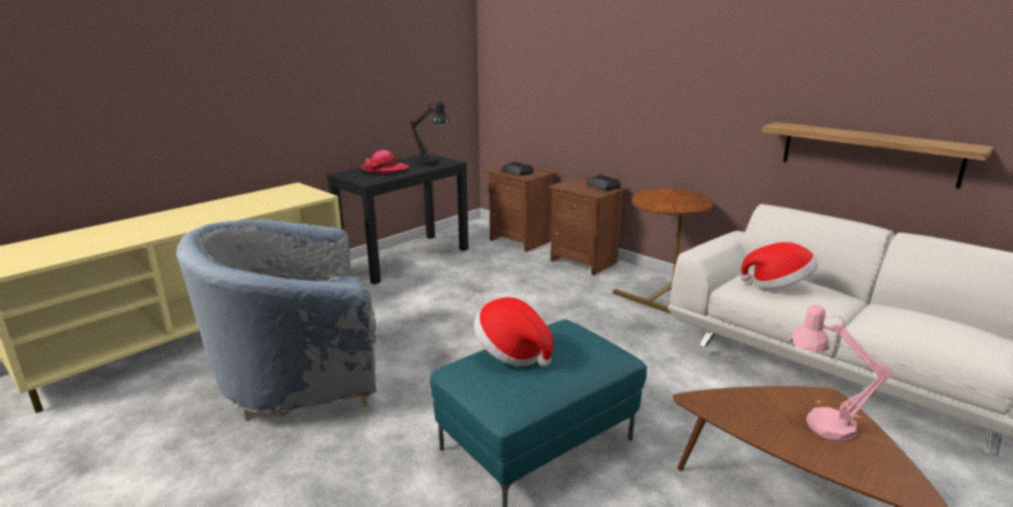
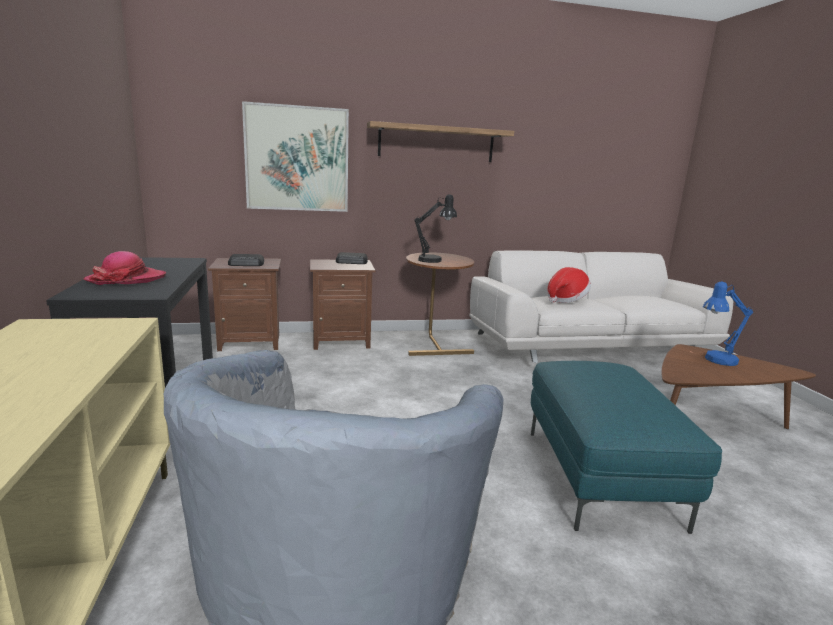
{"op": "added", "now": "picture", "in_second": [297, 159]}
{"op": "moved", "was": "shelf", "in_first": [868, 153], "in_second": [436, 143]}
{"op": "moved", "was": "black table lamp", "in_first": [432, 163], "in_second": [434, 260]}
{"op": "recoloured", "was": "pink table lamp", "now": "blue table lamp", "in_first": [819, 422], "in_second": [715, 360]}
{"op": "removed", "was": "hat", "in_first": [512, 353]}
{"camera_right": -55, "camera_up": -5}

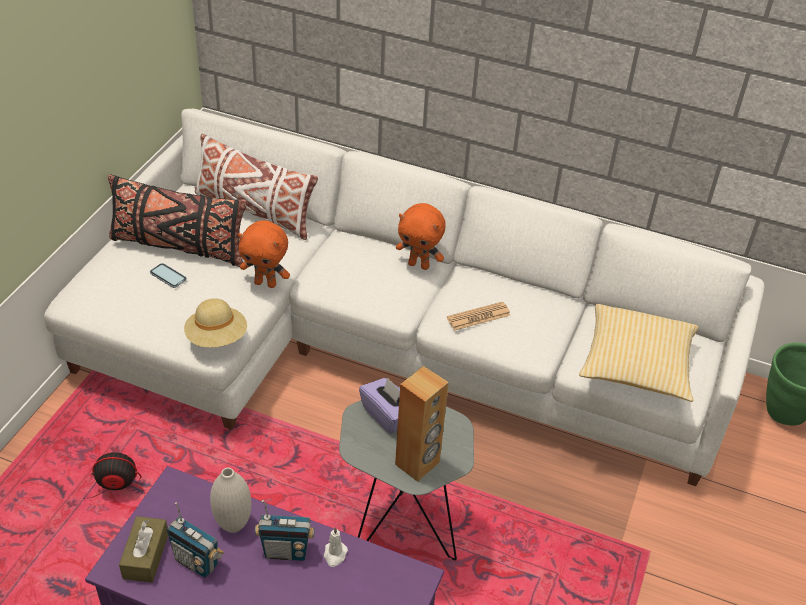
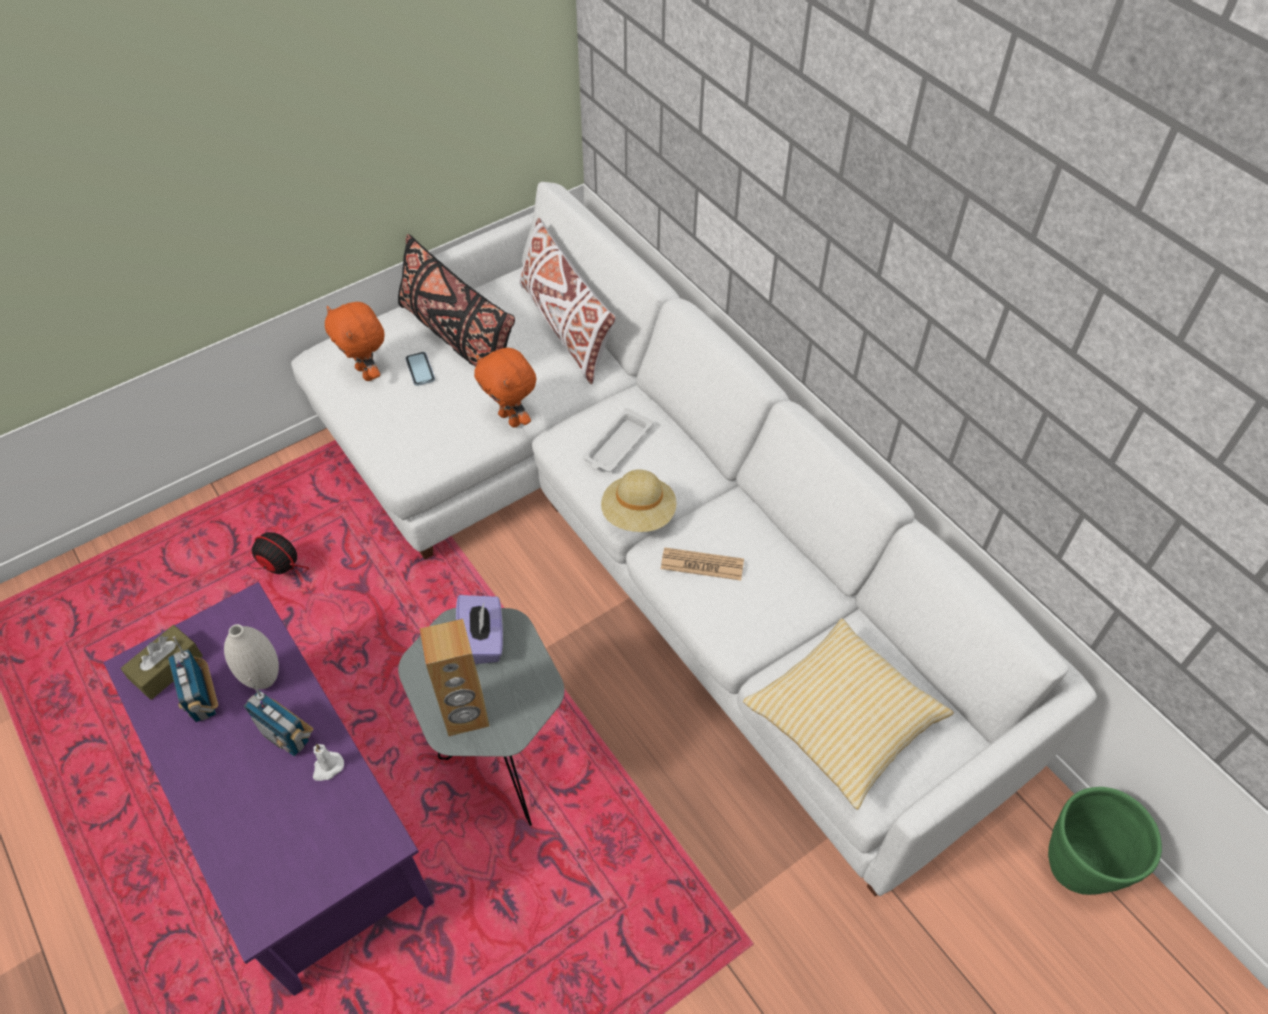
{"op": "moved", "was": "orange plush toy", "in_first": [419, 265], "in_second": [367, 373]}
{"op": "added", "now": "white tray", "in_second": [617, 445]}
{"op": "moved", "was": "beige hat", "in_first": [217, 338], "in_second": [639, 514]}
{"camera_right": 35, "camera_up": 10}

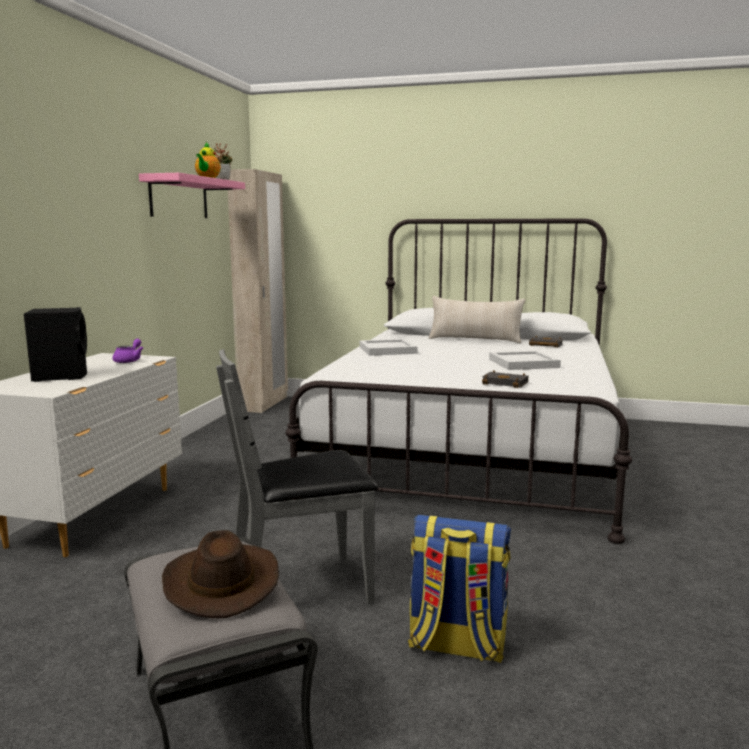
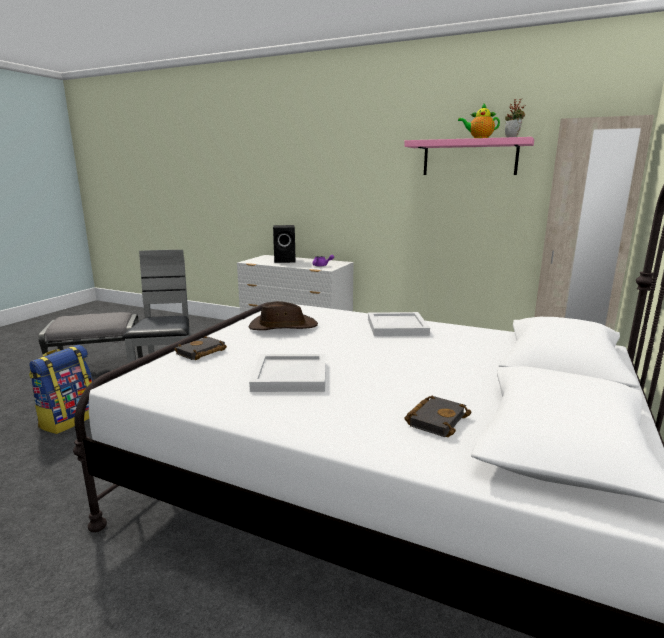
{"op": "moved", "was": "brown hat", "in_first": [221, 582], "in_second": [282, 326]}
{"op": "removed", "was": "beige pillow", "in_first": [475, 340]}
{"camera_right": 100, "camera_up": 5}

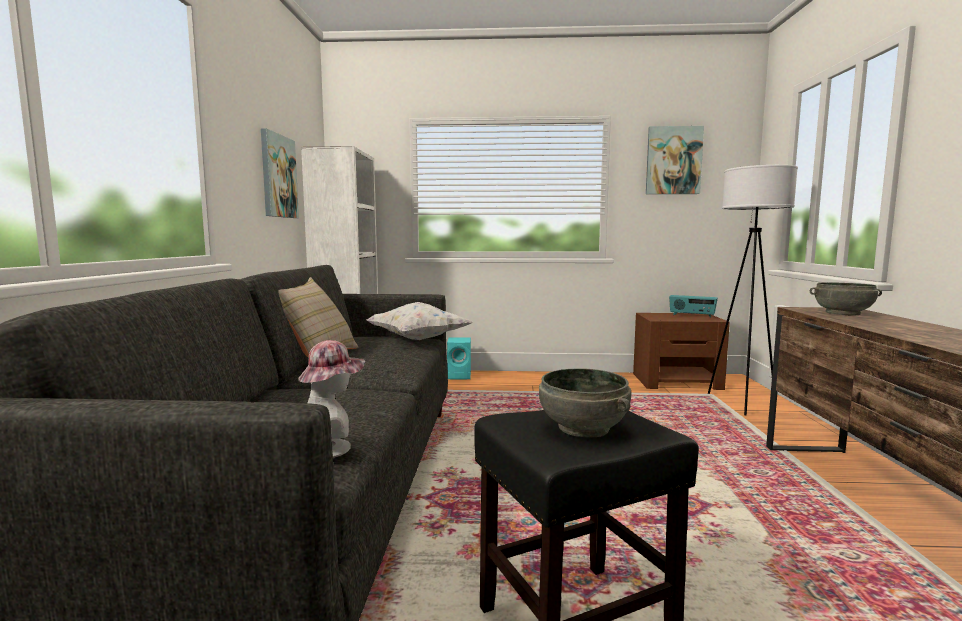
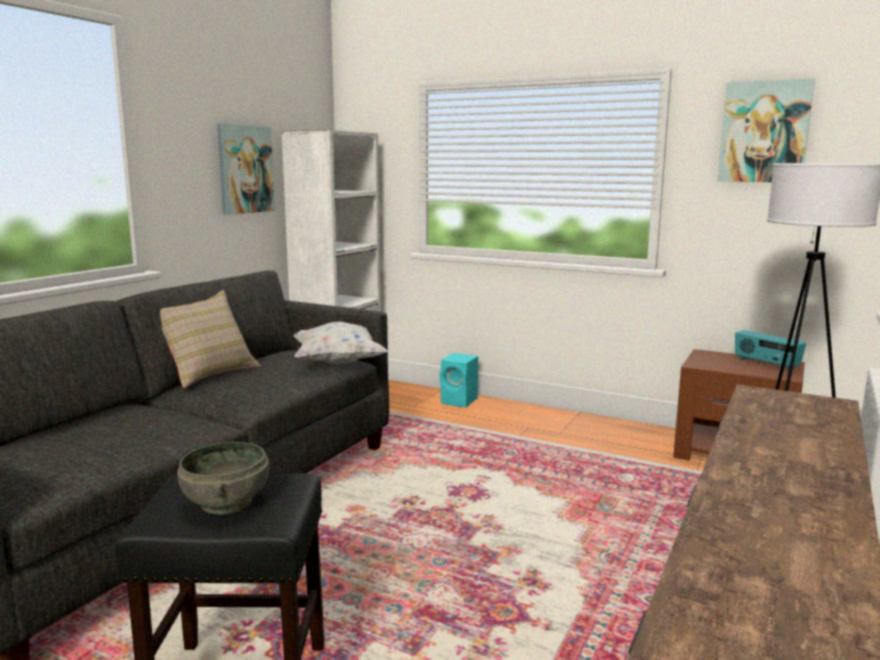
{"op": "removed", "was": "hat", "in_first": [333, 447]}
{"op": "removed", "was": "grey bowl", "in_first": [843, 313]}
{"camera_right": 25, "camera_up": 5}

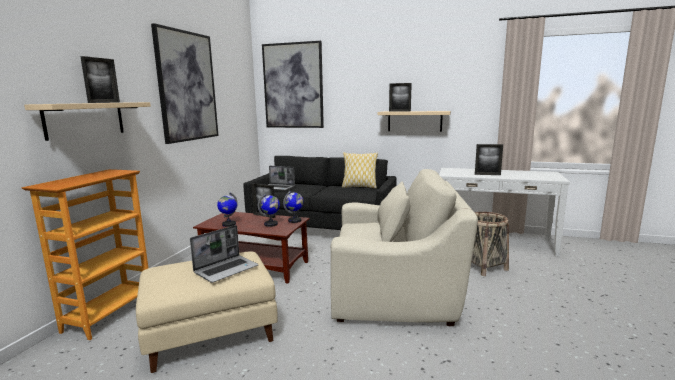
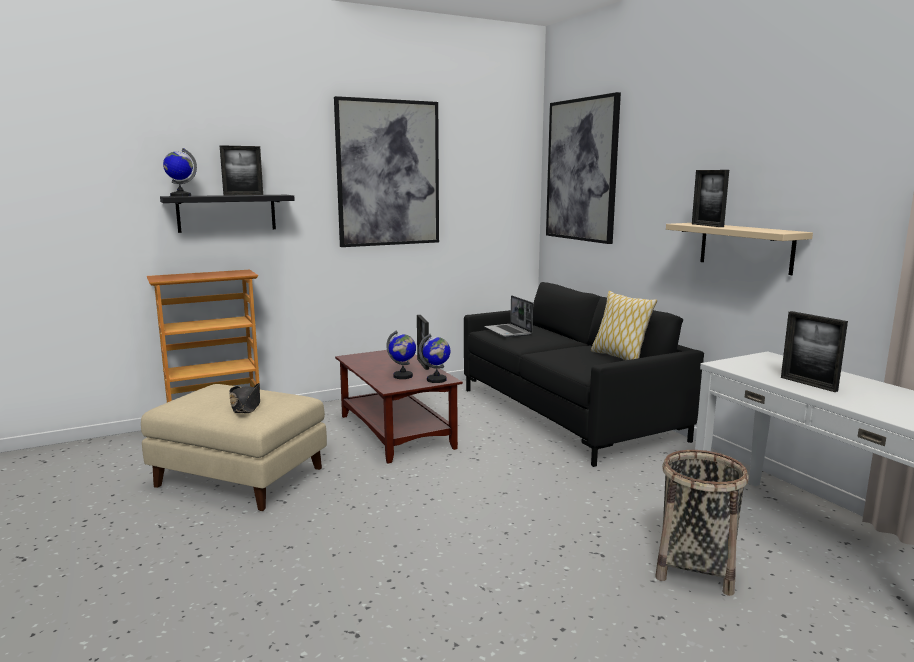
{"op": "recoloured", "was": "beige shelf", "now": "black shelf", "in_first": [85, 119], "in_second": [227, 213]}
{"op": "moved", "was": "globe", "in_first": [228, 224], "in_second": [180, 196]}
{"op": "replaced", "was": "laptop", "now": "black hat", "in_first": [226, 269], "in_second": [246, 406]}
{"op": "removed", "was": "beige armchair", "in_first": [396, 290]}
{"camera_right": 45, "camera_up": 0}

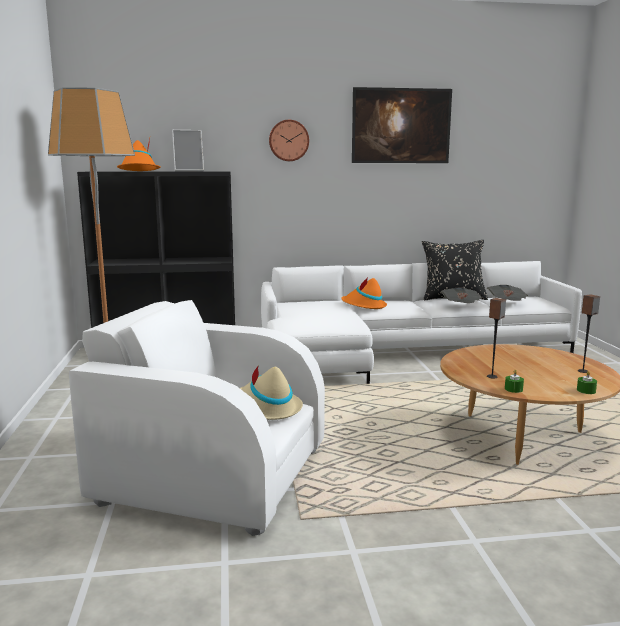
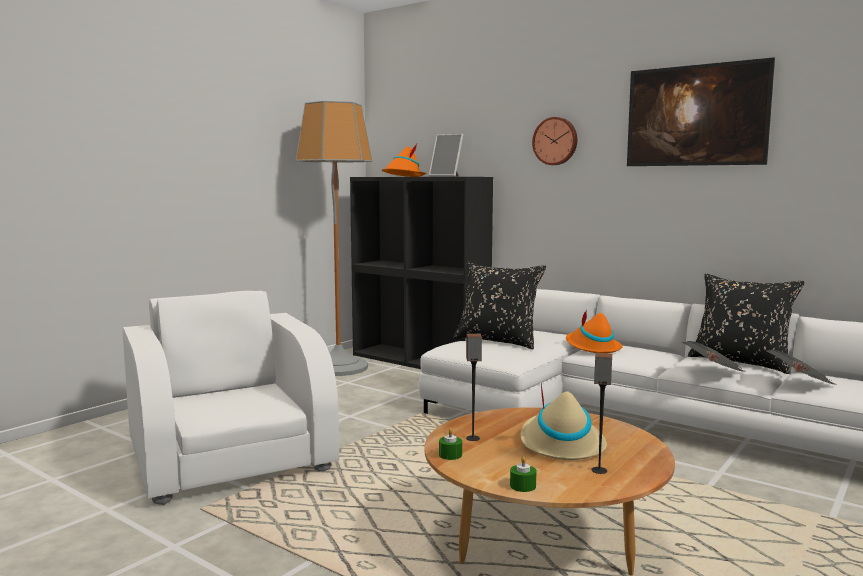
{"op": "added", "now": "black pillow", "in_second": [498, 341]}
{"op": "moved", "was": "beige hat", "in_first": [266, 408], "in_second": [561, 444]}
{"camera_right": 45, "camera_up": -5}

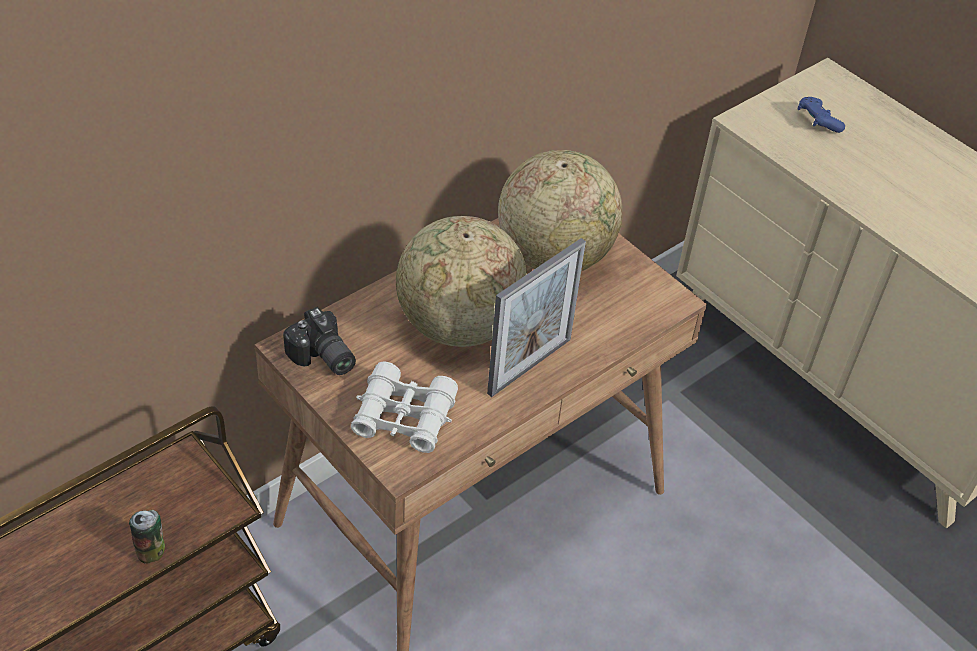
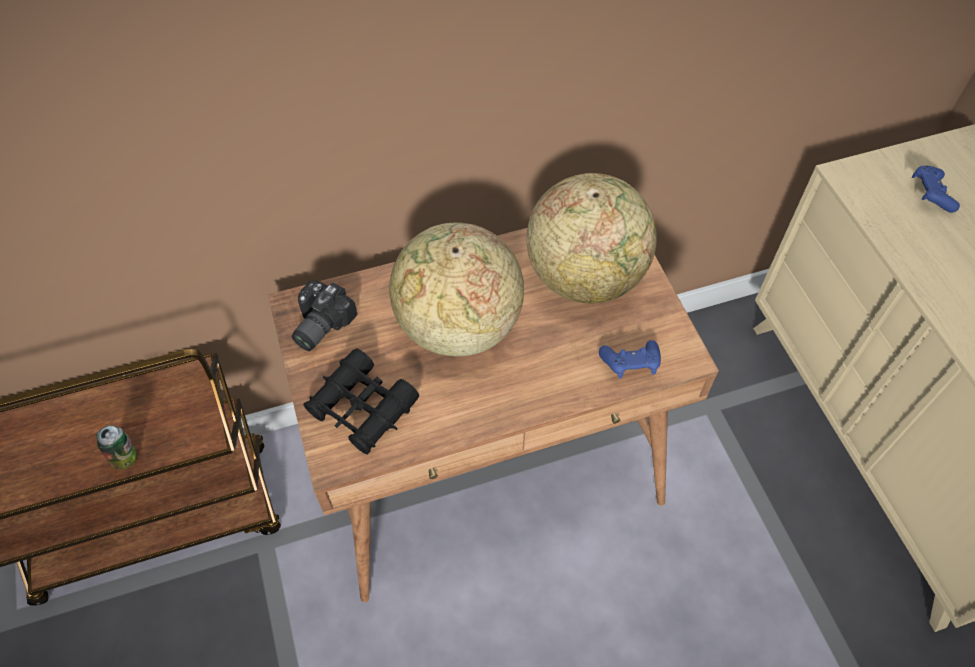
{"op": "turned", "was": "photo camera", "in_first": [321, 358], "in_second": [318, 325], "clockwise": 45}
{"op": "recoloured", "was": "white binoculars", "now": "black binoculars", "in_first": [404, 417], "in_second": [362, 408]}
{"op": "added", "now": "blue game controller", "in_second": [630, 365]}
{"op": "removed", "was": "picture frame", "in_first": [529, 366]}
{"camera_right": 25, "camera_up": 10}

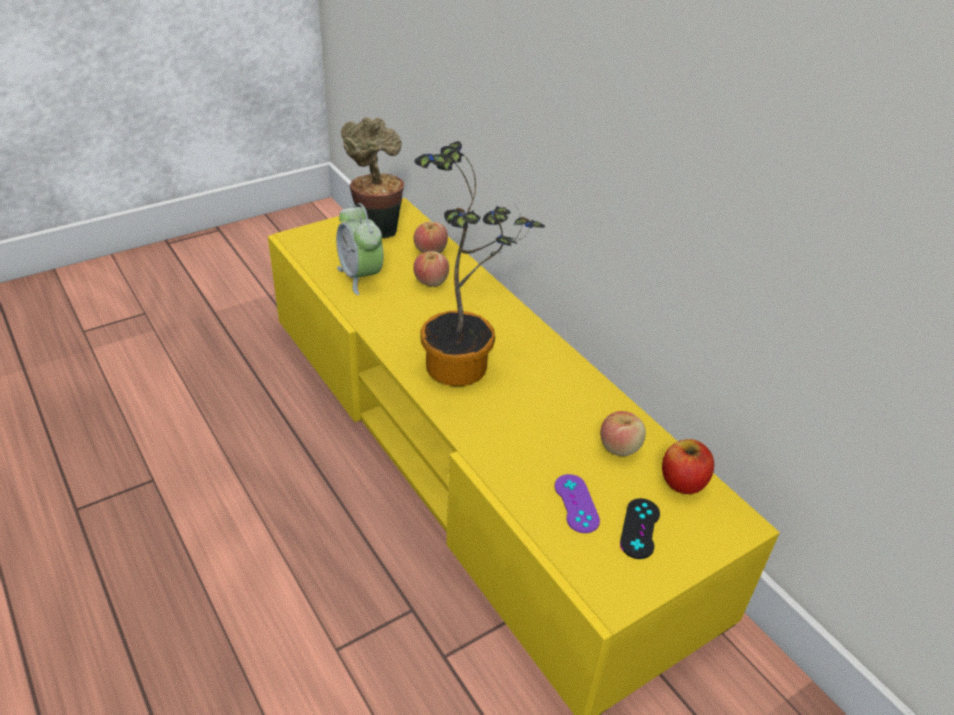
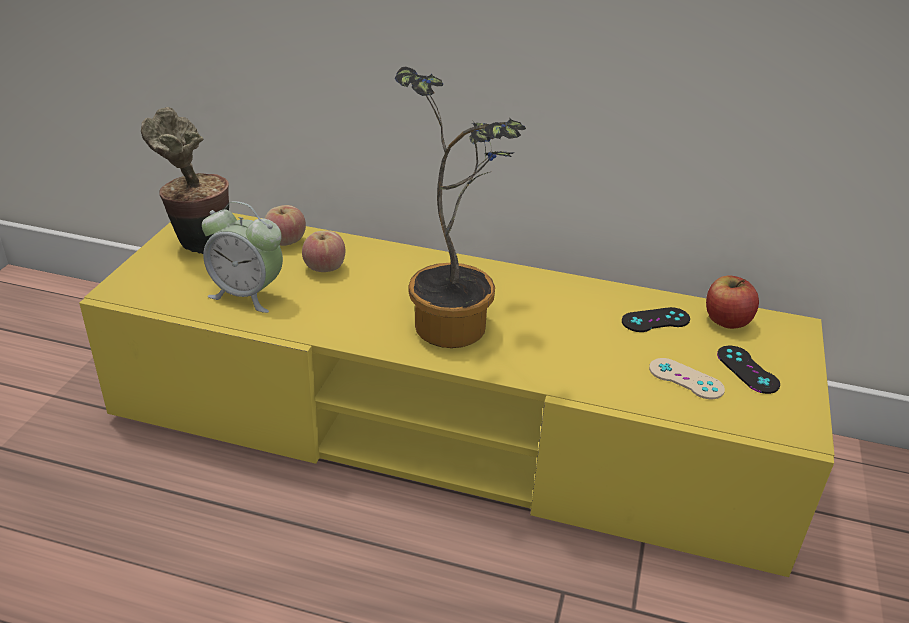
{"op": "replaced", "was": "apple", "now": "black game controller", "in_first": [619, 447], "in_second": [655, 320]}
{"op": "recoloured", "was": "purple game controller", "now": "beige game controller", "in_first": [576, 503], "in_second": [686, 379]}
{"camera_right": -40, "camera_up": -5}

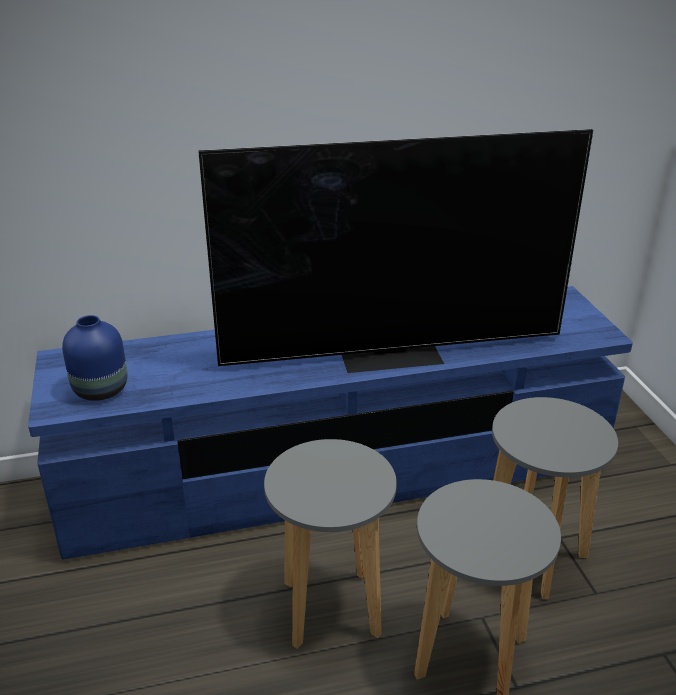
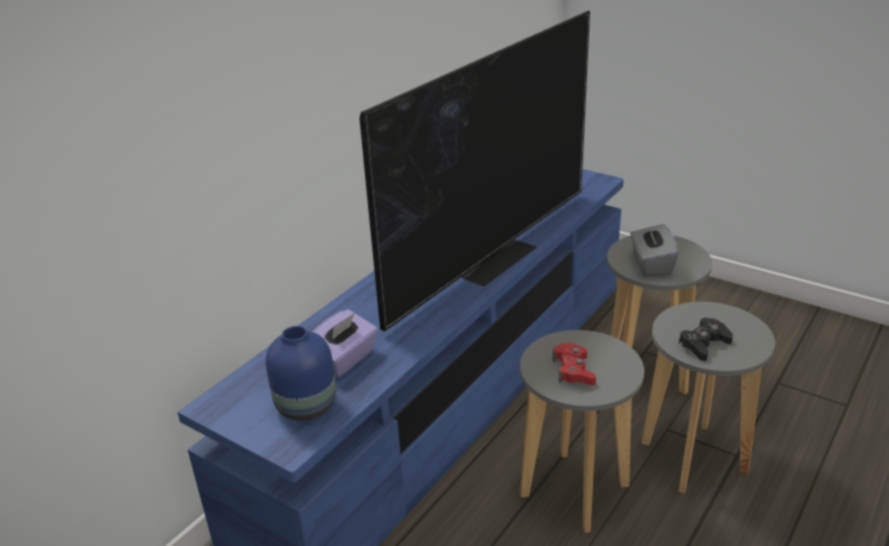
{"op": "added", "now": "purple tissue box", "in_second": [344, 360]}
{"op": "added", "now": "red game controller", "in_second": [573, 371]}
{"op": "added", "now": "grey tissue box", "in_second": [651, 264]}
{"op": "added", "now": "black game controller", "in_second": [704, 344]}
{"camera_right": -40, "camera_up": 0}

